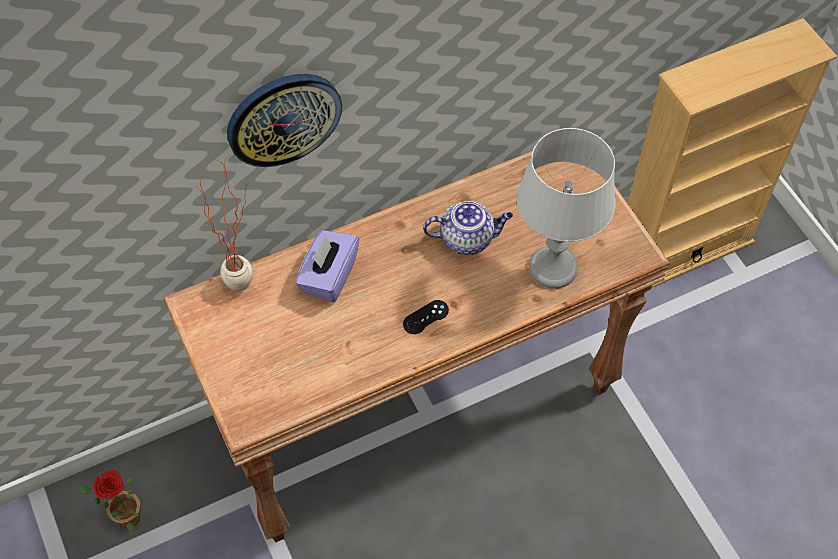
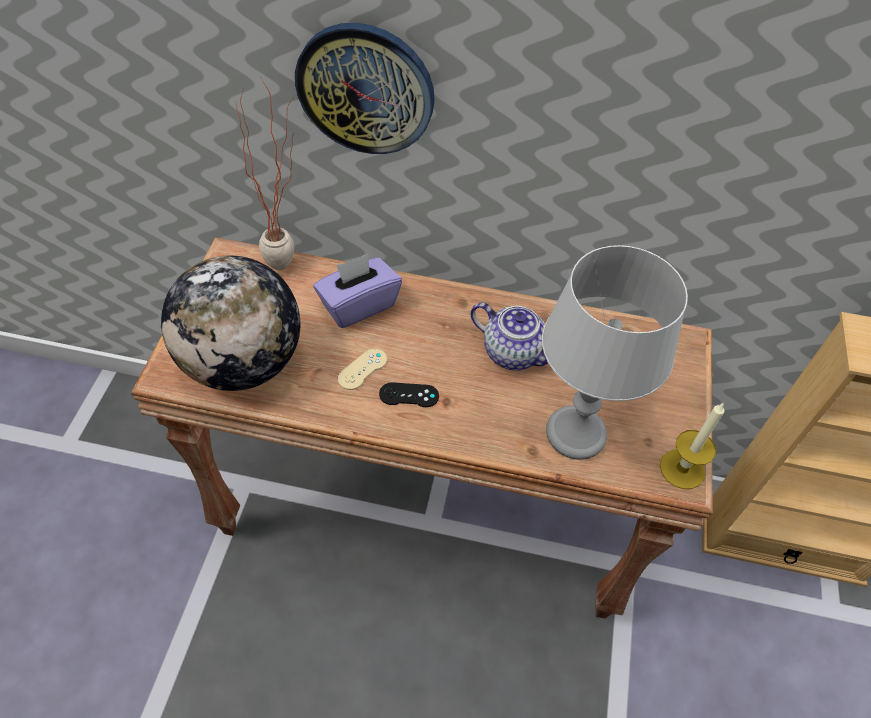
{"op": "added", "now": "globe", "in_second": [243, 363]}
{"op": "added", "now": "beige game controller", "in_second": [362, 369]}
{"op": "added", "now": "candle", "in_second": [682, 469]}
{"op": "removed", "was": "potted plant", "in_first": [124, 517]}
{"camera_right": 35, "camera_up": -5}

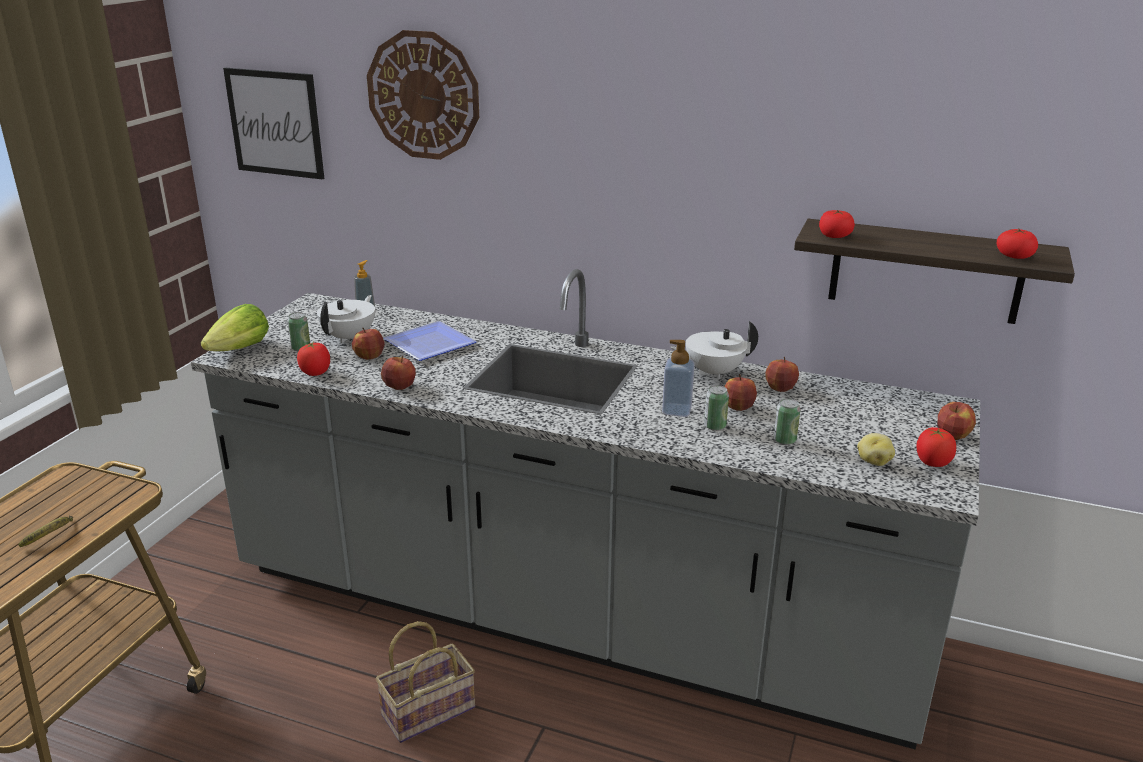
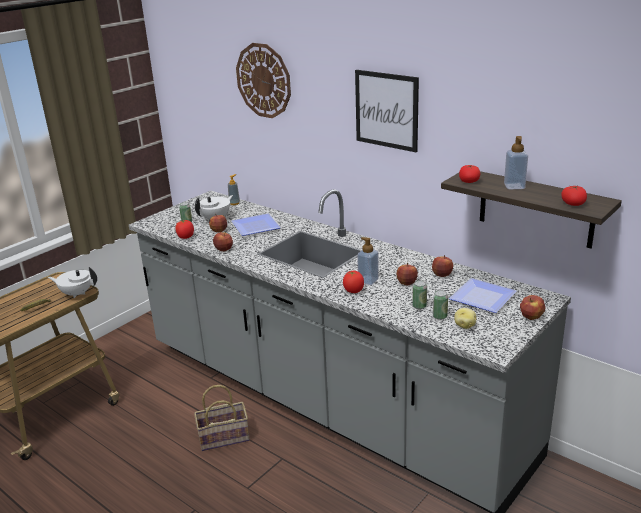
{"op": "moved", "was": "white teapot", "in_first": [713, 372], "in_second": [77, 293]}
{"op": "moved", "was": "tomato", "in_first": [932, 463], "in_second": [353, 291]}
{"op": "moved", "was": "picture", "in_first": [275, 123], "in_second": [386, 110]}
{"op": "moved", "was": "can", "in_first": [715, 426], "in_second": [440, 316]}
{"op": "added", "now": "plate", "in_second": [485, 297]}
{"op": "added", "now": "soap dispenser", "in_second": [514, 186]}
{"op": "removed", "was": "lettuce", "in_first": [240, 349]}
{"camera_right": 20, "camera_up": 0}

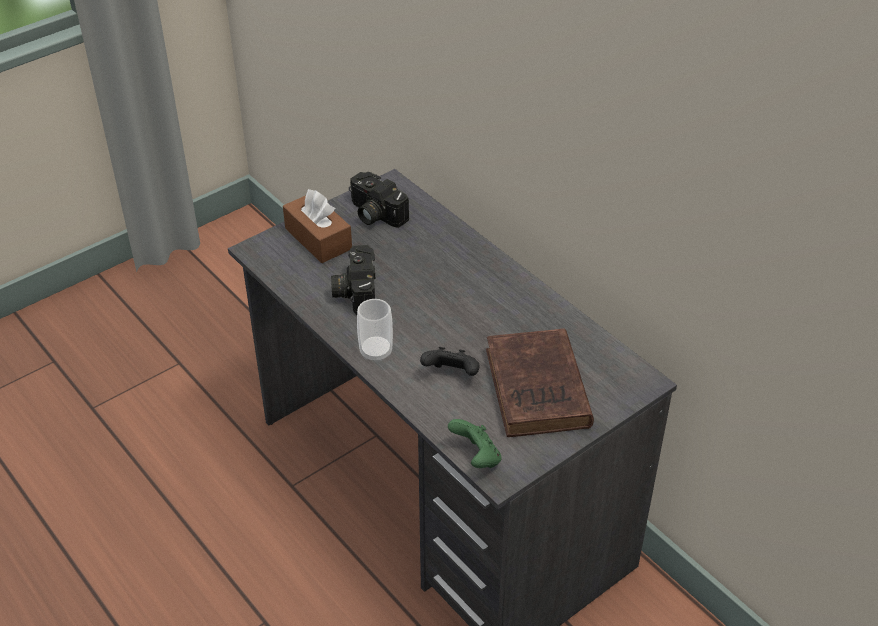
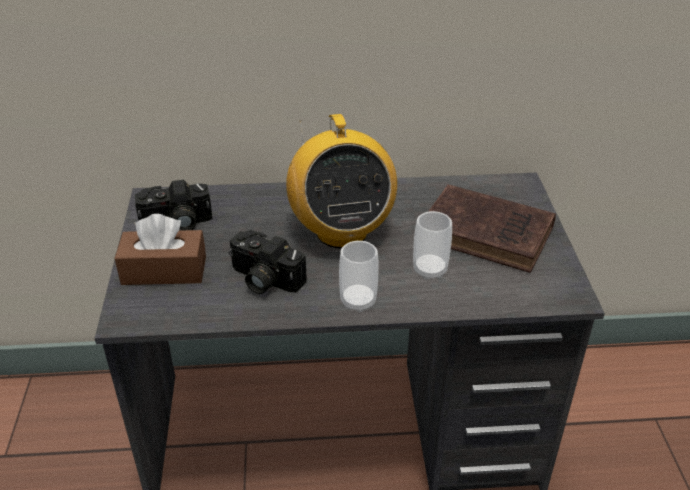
{"op": "added", "now": "radio", "in_second": [341, 232]}
{"op": "replaced", "was": "black game controller", "now": "cup", "in_first": [452, 375], "in_second": [430, 270]}
{"op": "removed", "was": "green game controller", "in_first": [476, 457]}
{"camera_right": -55, "camera_up": -5}

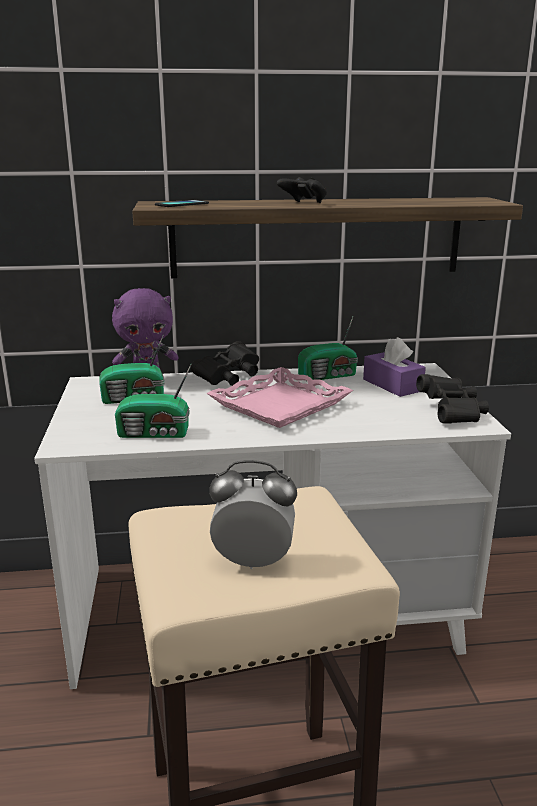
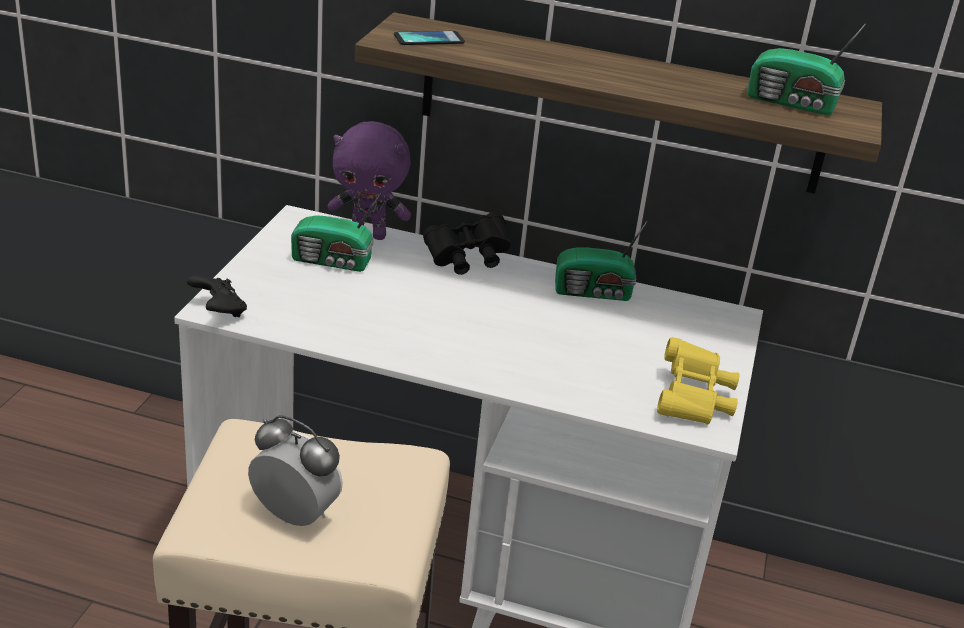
{"op": "moved", "was": "black game controller", "in_first": [303, 203], "in_second": [219, 311]}
{"op": "recoloured", "was": "black binoculars", "now": "yellow binoculars", "in_first": [452, 413], "in_second": [693, 400]}
{"op": "moved", "was": "radio", "in_first": [155, 434], "in_second": [793, 103]}
{"op": "removed", "was": "pink tray", "in_first": [280, 405]}
{"op": "removed", "was": "purple tissue box", "in_first": [392, 385]}
{"camera_right": 20, "camera_up": 10}

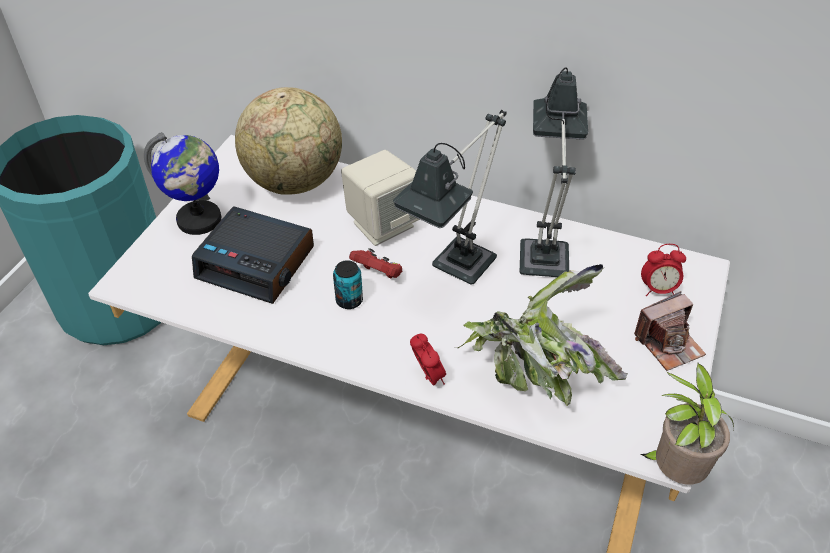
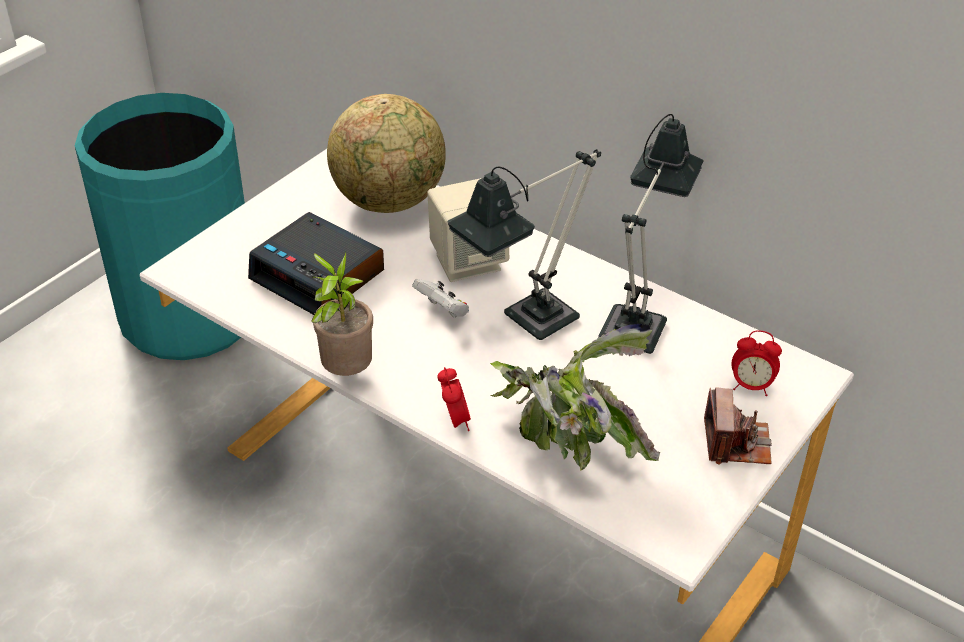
{"op": "moved", "was": "potted plant", "in_first": [673, 470], "in_second": [345, 372]}
{"op": "recoloured", "was": "red game controller", "now": "white game controller", "in_first": [378, 274], "in_second": [443, 311]}
{"op": "turned", "was": "photo camera", "in_first": [668, 344], "in_second": [736, 443], "clockwise": -75}
{"op": "removed", "was": "globe", "in_first": [199, 220]}
{"op": "removed", "was": "can", "in_first": [349, 300]}
{"camera_right": 15, "camera_up": -5}

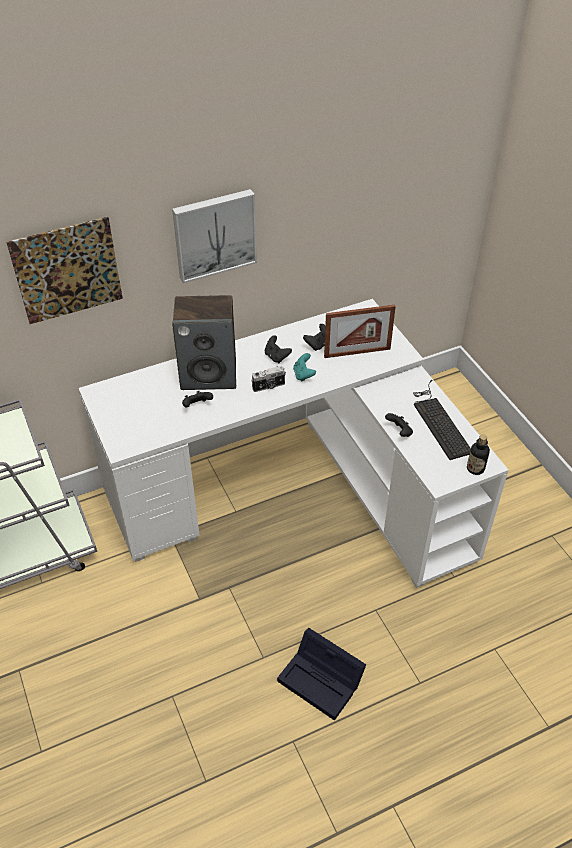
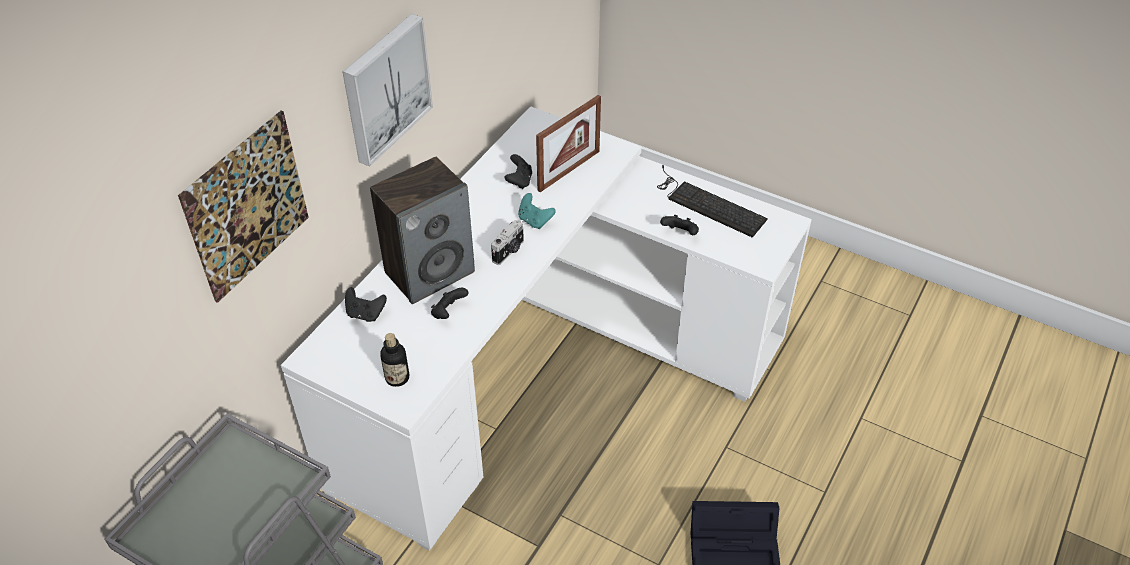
{"op": "moved", "was": "black game controller", "in_first": [276, 357], "in_second": [365, 314]}
{"op": "moved", "was": "bottle", "in_first": [475, 468], "in_second": [397, 378]}
{"camera_right": -35, "camera_up": 0}

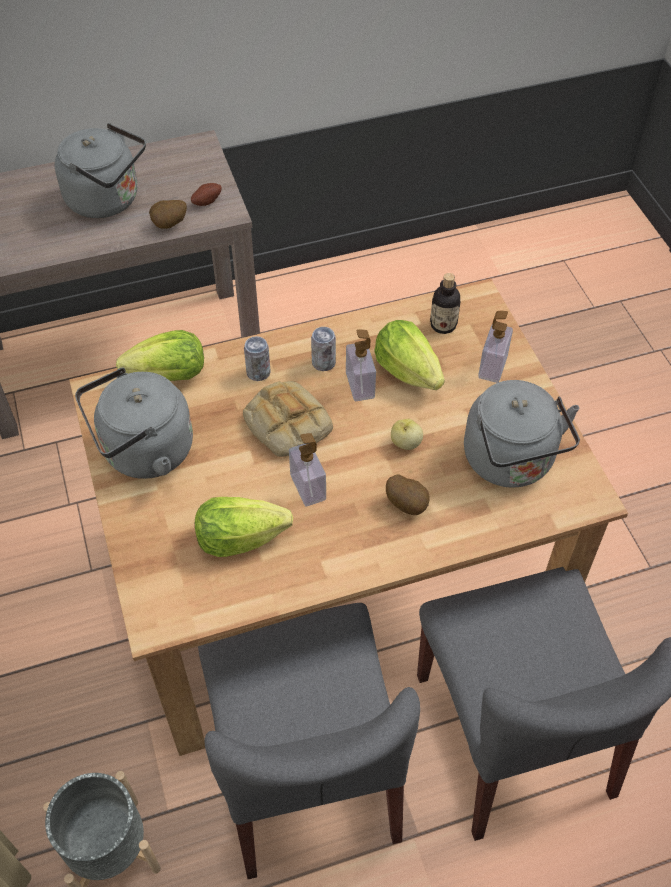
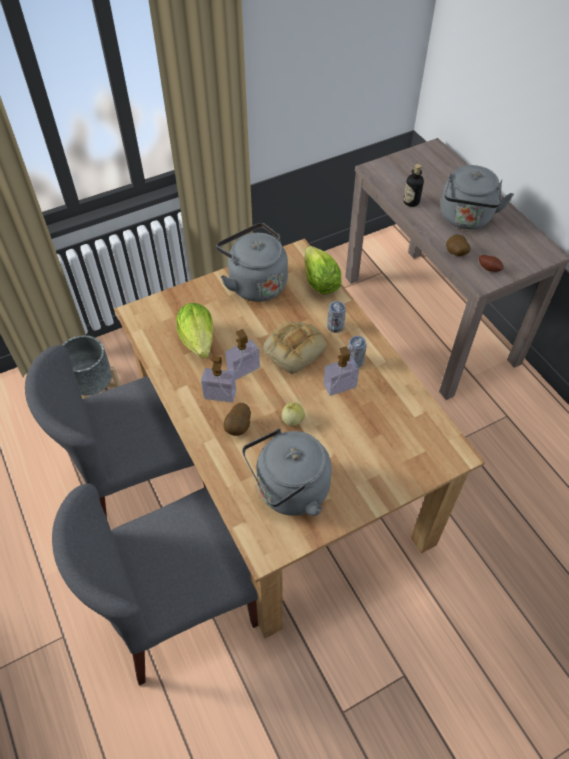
{"op": "moved", "was": "soap dispenser", "in_first": [492, 367], "in_second": [220, 394]}
{"op": "moved", "was": "bottle", "in_first": [443, 325], "in_second": [411, 202]}
{"op": "removed", "was": "lettuce", "in_first": [408, 371]}
{"camera_right": 80, "camera_up": 0}

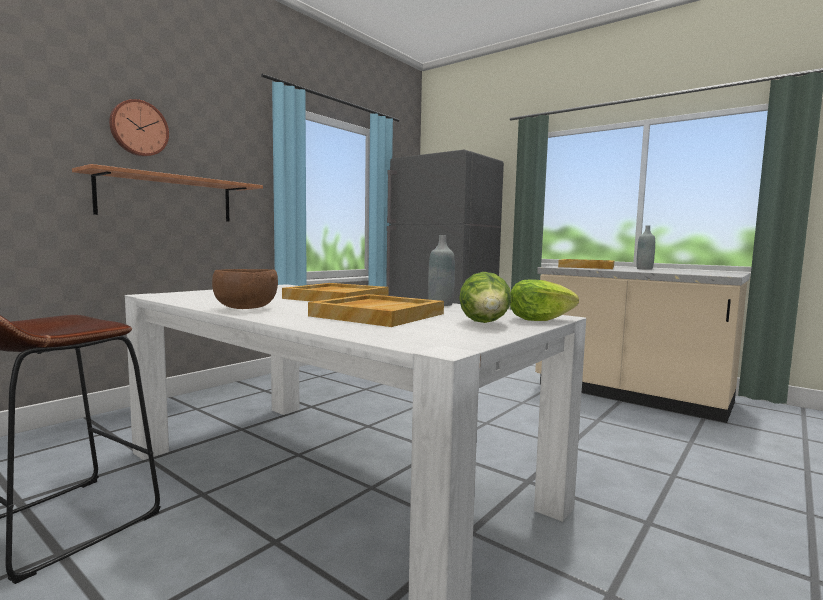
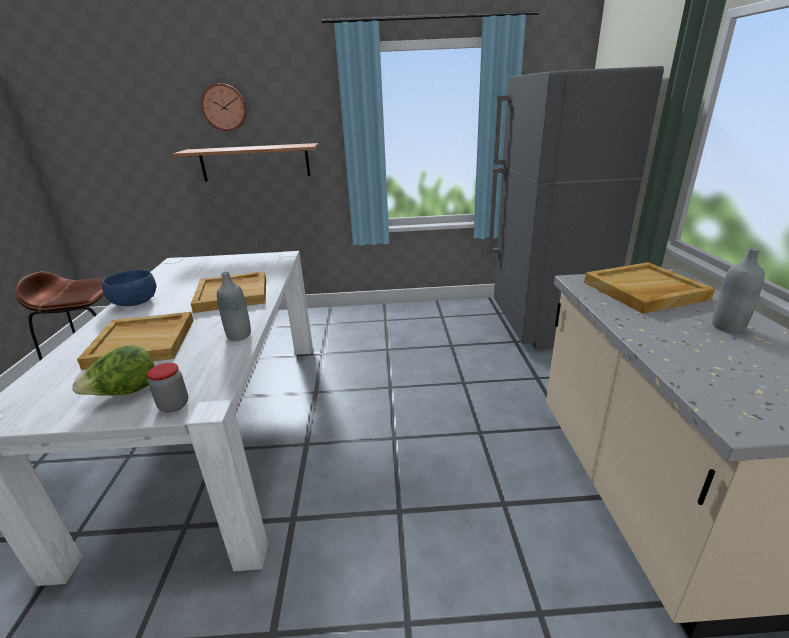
{"op": "recoloured", "was": "brown bowl", "now": "blue bowl", "in_first": [245, 308], "in_second": [134, 303]}
{"op": "replaced", "was": "lettuce", "now": "jar", "in_first": [539, 319], "in_second": [174, 405]}
{"camera_right": 50, "camera_up": 20}

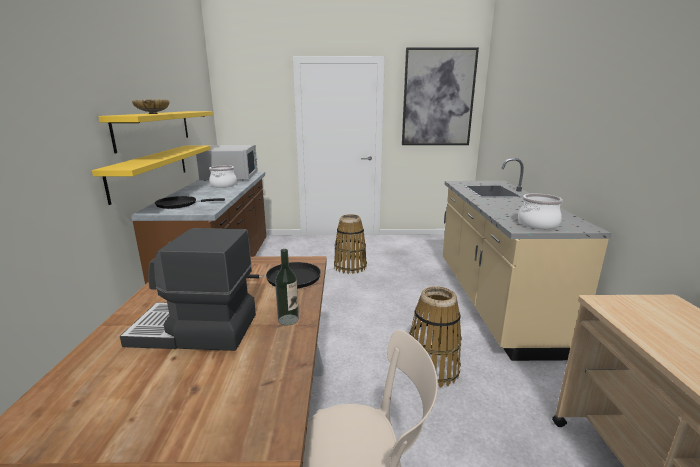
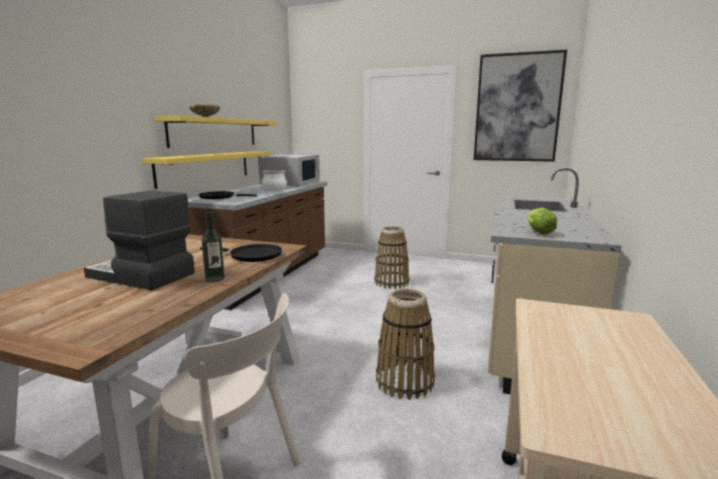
{"op": "replaced", "was": "cooking pot", "now": "lettuce", "in_first": [538, 224], "in_second": [537, 232]}
{"camera_right": 20, "camera_up": -5}

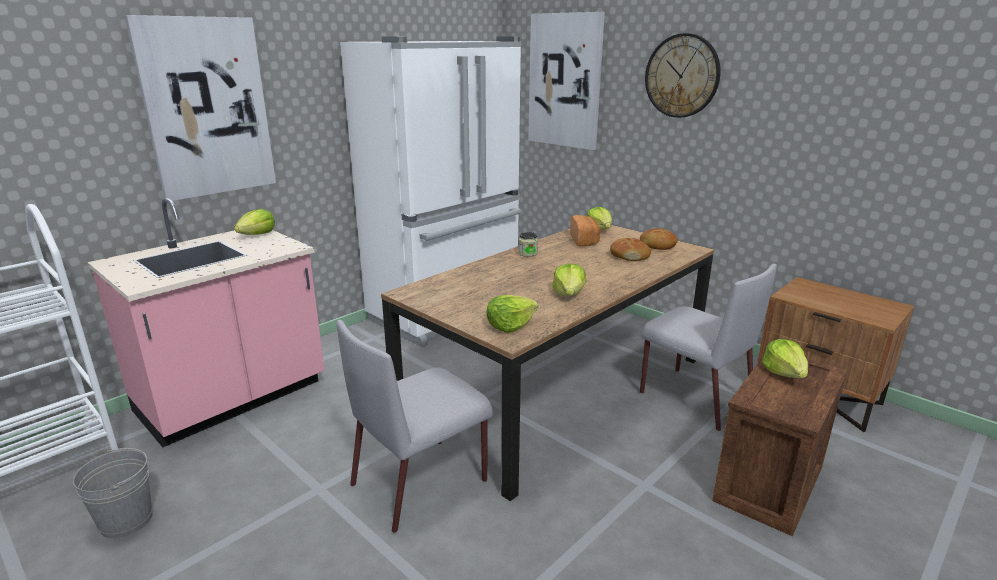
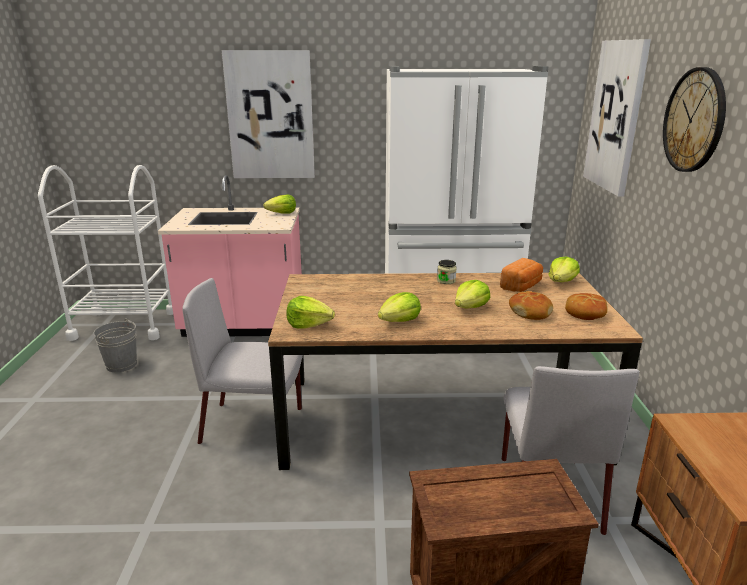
{"op": "moved", "was": "lettuce", "in_first": [784, 372], "in_second": [470, 307]}
{"camera_right": 45, "camera_up": 0}

